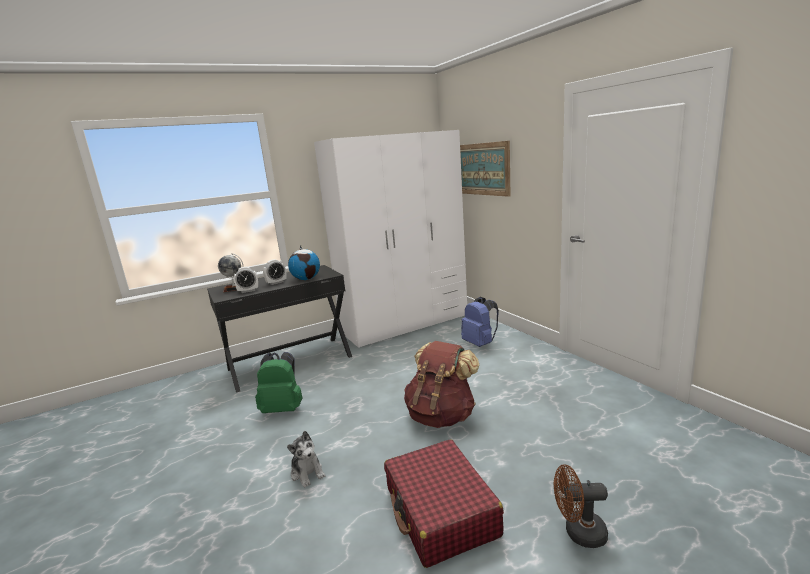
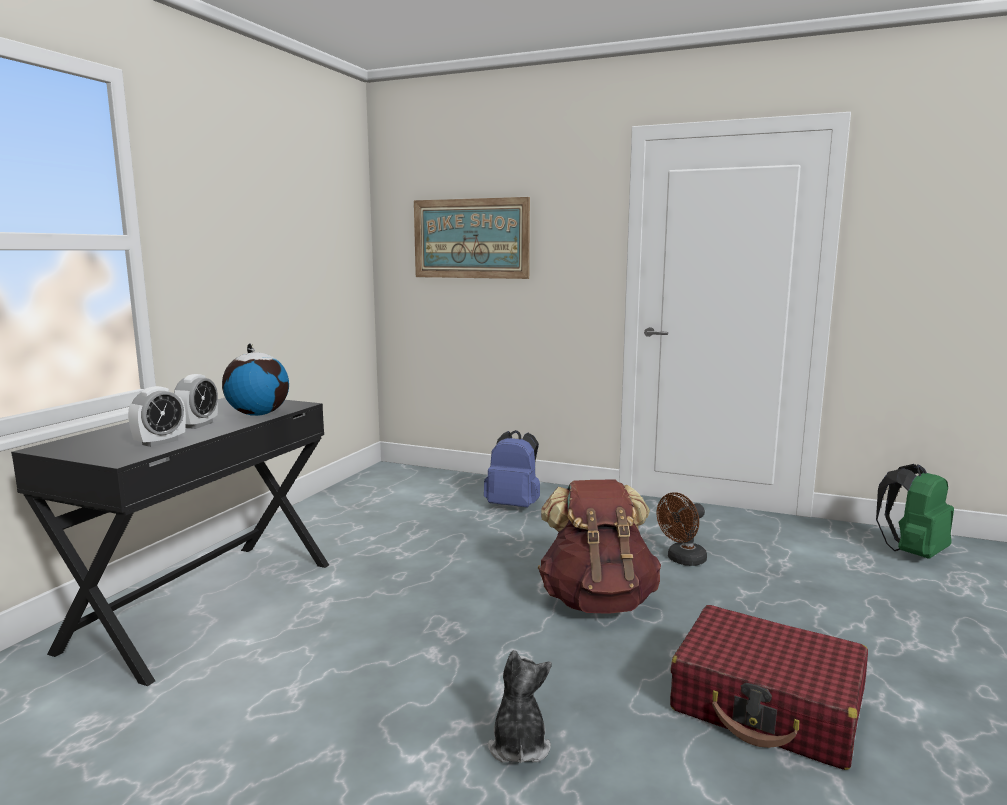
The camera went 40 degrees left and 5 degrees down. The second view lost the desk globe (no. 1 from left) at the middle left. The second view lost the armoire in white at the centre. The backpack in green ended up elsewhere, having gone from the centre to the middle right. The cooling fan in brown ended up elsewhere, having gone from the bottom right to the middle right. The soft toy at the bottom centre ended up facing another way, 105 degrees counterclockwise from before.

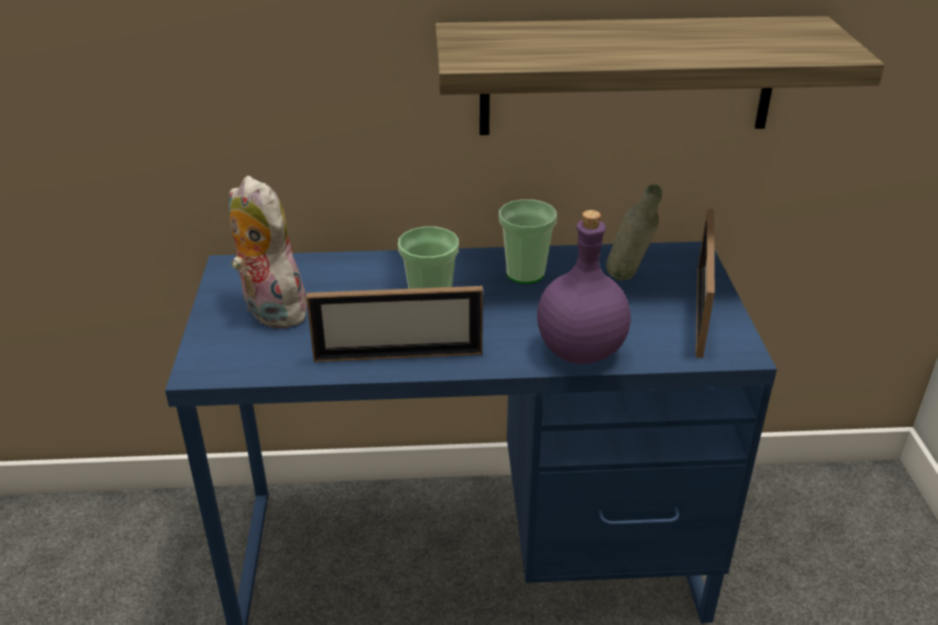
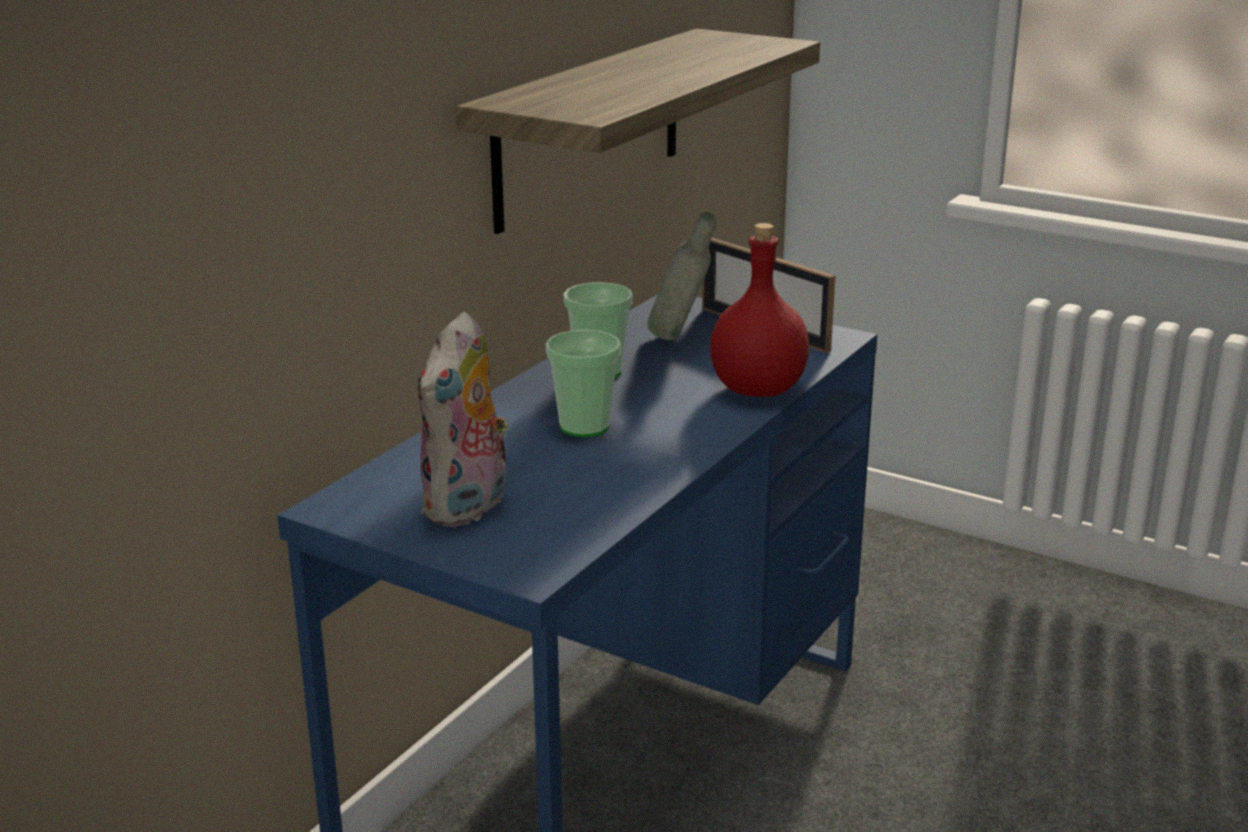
The camera went 55 degrees left and 10 degrees down. The second view lost the photo frame (no. 1 from left) at the centre. What was the beverage bottle in purplish at the centre turned into the beverage bottle in red-coloured at the centre. The soft toy at the middle left ended up facing another way, 60 degrees counterclockwise from before.

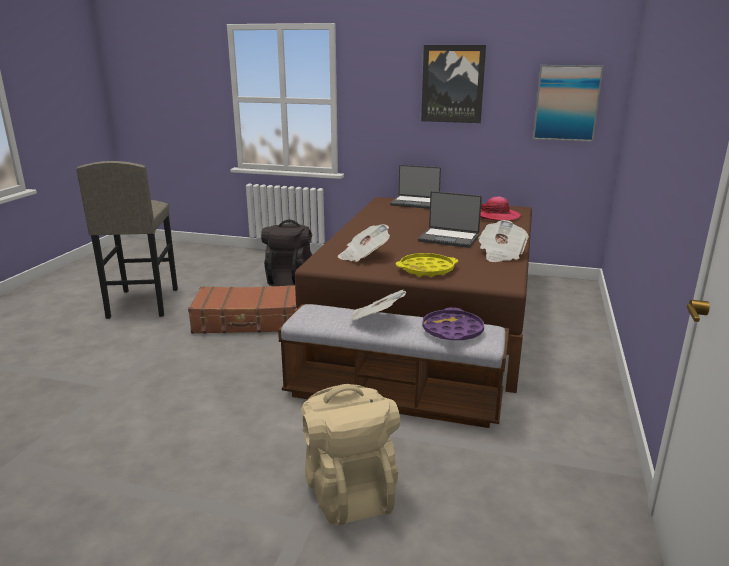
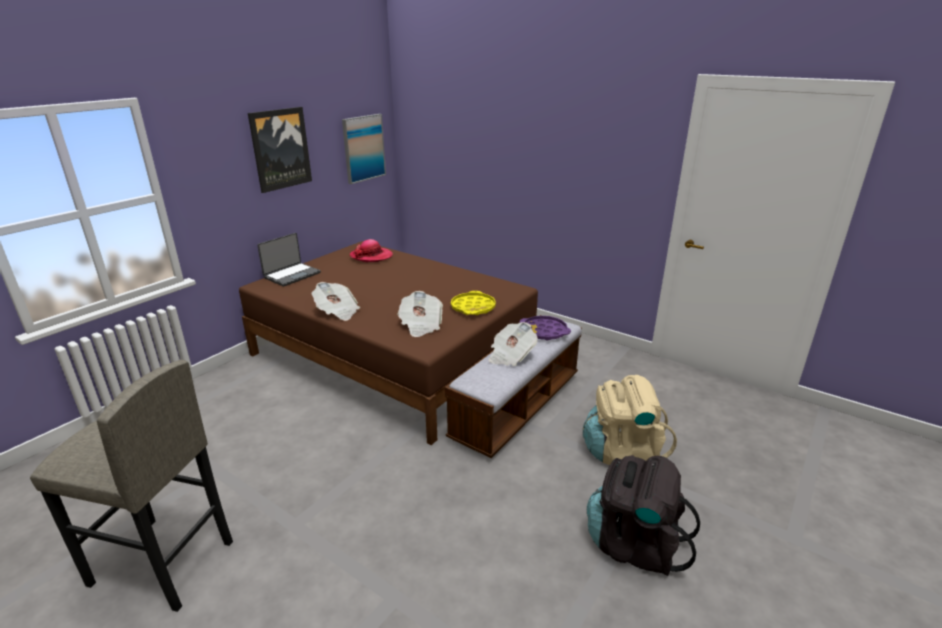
The camera went 70 degrees left and 5 degrees up. The second view lost the travel case in brown at the middle left. The second view lost the notebook computer (no. 2 from left) at the centre. The backpack in black ended up elsewhere, having gone from the centre to the bottom right. The printed paper (no. 3 from left in the first image) ended up elsewhere, having gone from the middle right to the centre.

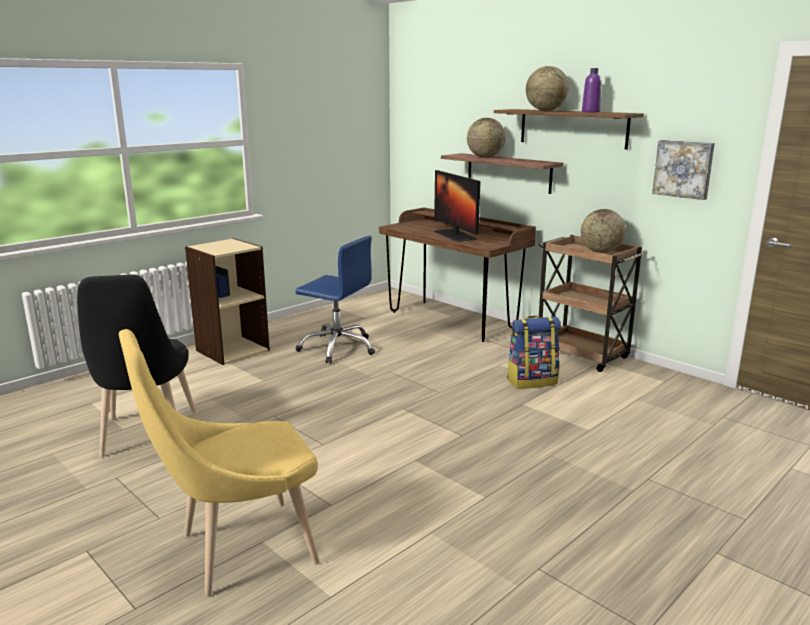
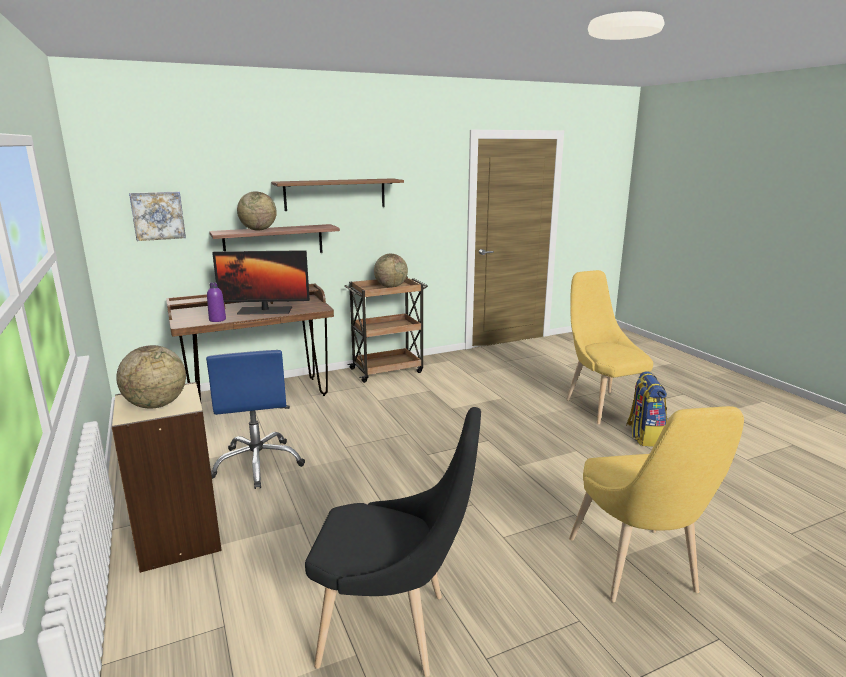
The camera went 70 degrees left and 0 degrees up. The second view gained the upright chair in yellowish (no. 1 from left) at the middle right. The backpack ended up elsewhere, having gone from the centre to the middle right. The desk globe (no. 2 from left in the first image) ended up elsewhere, having gone from the top right to the middle left. The beverage bottle in purplish ended up elsewhere, having gone from the top right to the middle left. The wall picture ended up elsewhere, having gone from the top right to the top left. The computer chair in blue at the centre ended up facing another way, 120 degrees clockwise from before.

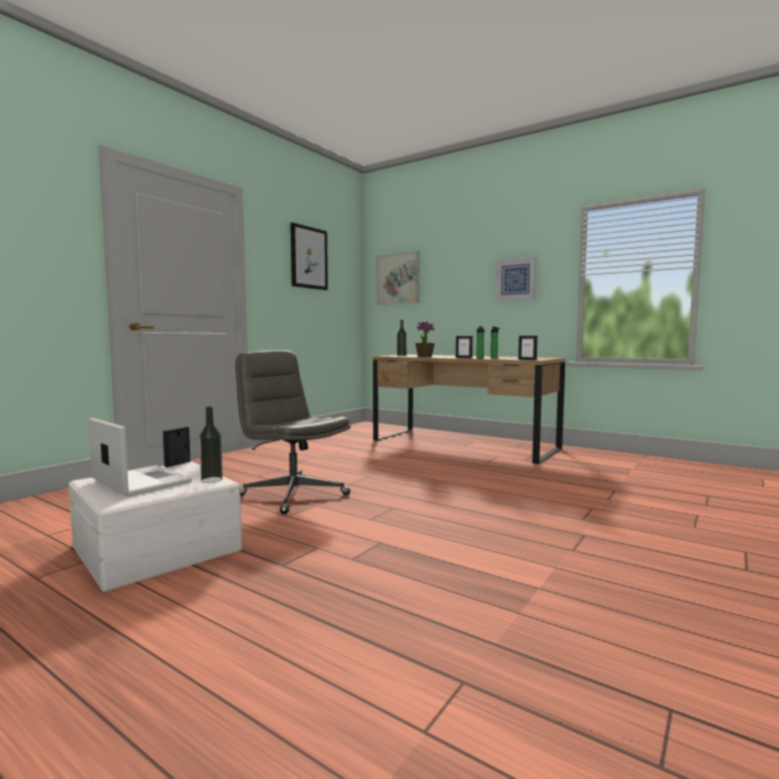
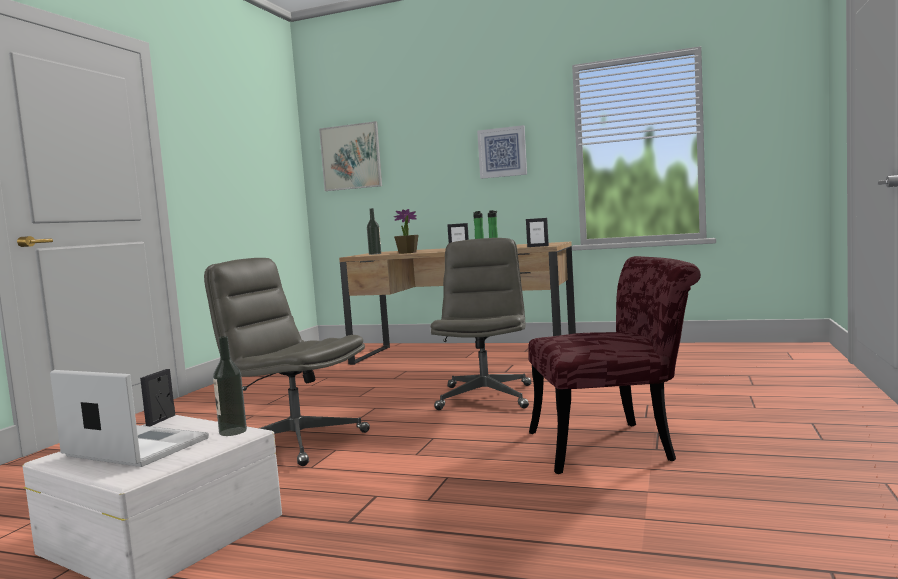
The camera went 15 degrees left and 0 degrees up. The second view lost the wall picture (no. 1 from left) at the top centre. The second view gained the computer chair in grey (no. 2 from left) at the centre. The second view gained the upright chair in red-coloured at the middle right.

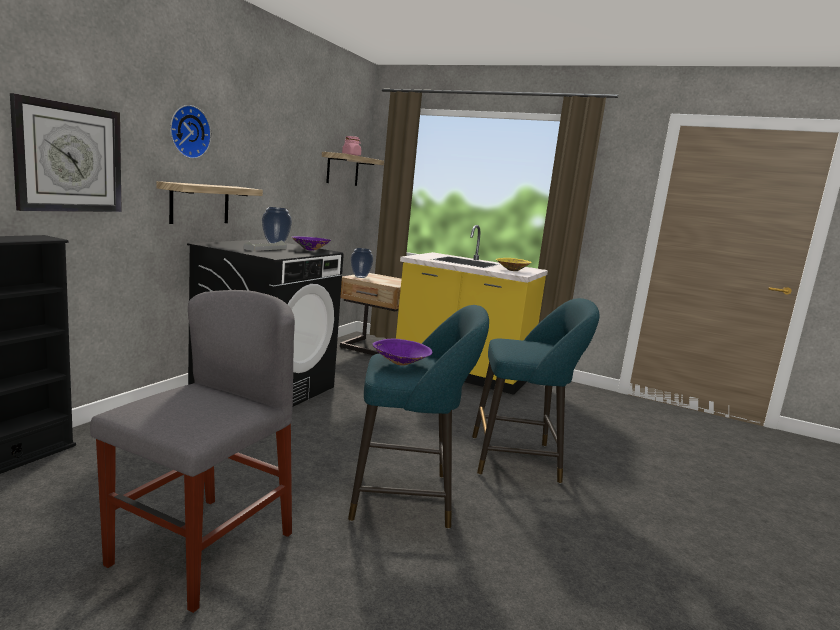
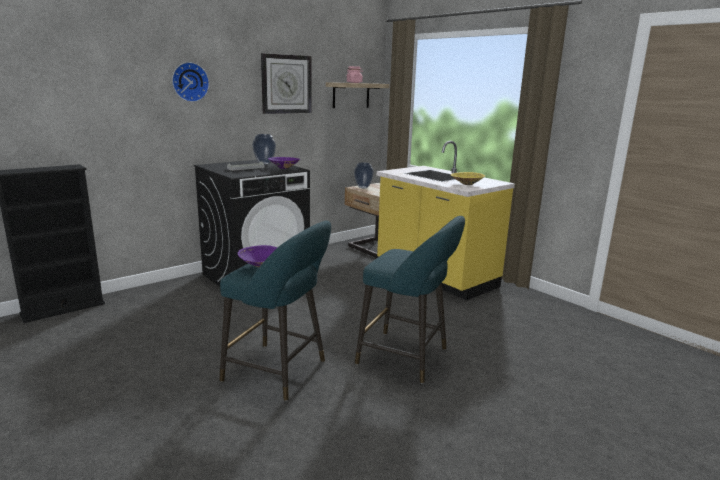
The camera went 25 degrees right and 5 degrees up. The second view lost the upright chair in grey at the bottom left. The second view lost the bracket shelf (no. 1 from left) at the top left. The hanging clock (no. 1 from left in the first image) ended up elsewhere, having gone from the top left to the top centre.

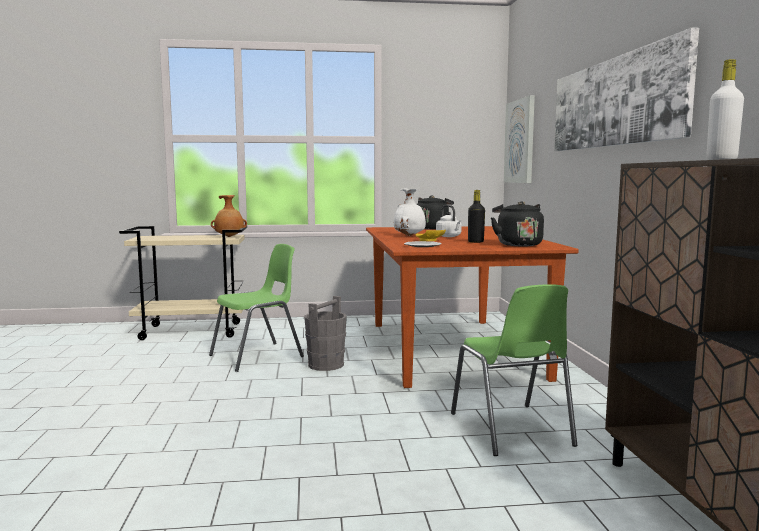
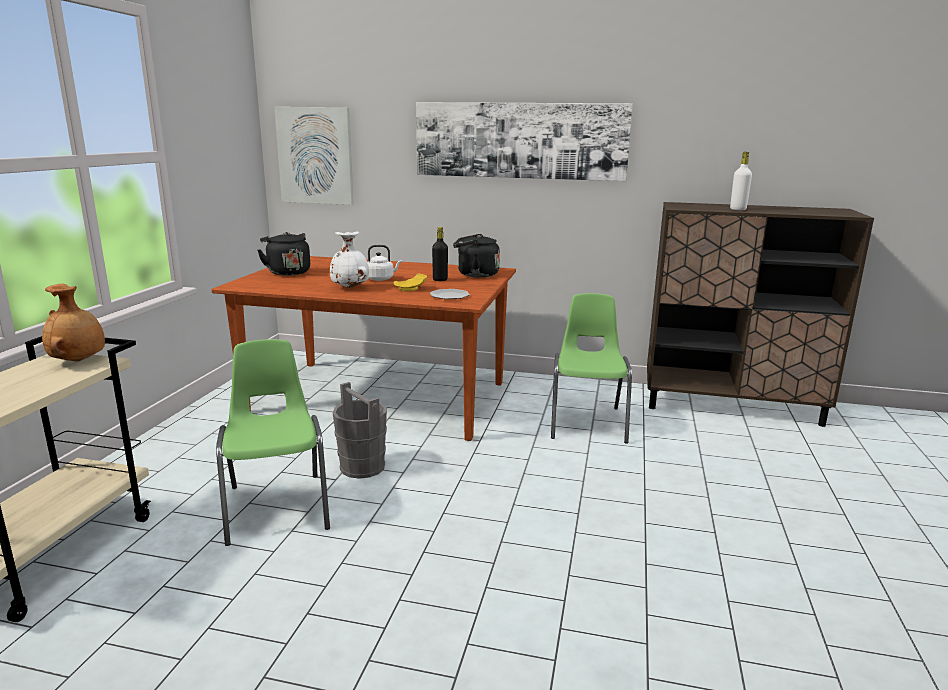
The camera went 70 degrees left and 10 degrees up. The upright chair in green (no. 2 from left) at the bottom right ended up facing another way, 90 degrees counterclockwise from before.

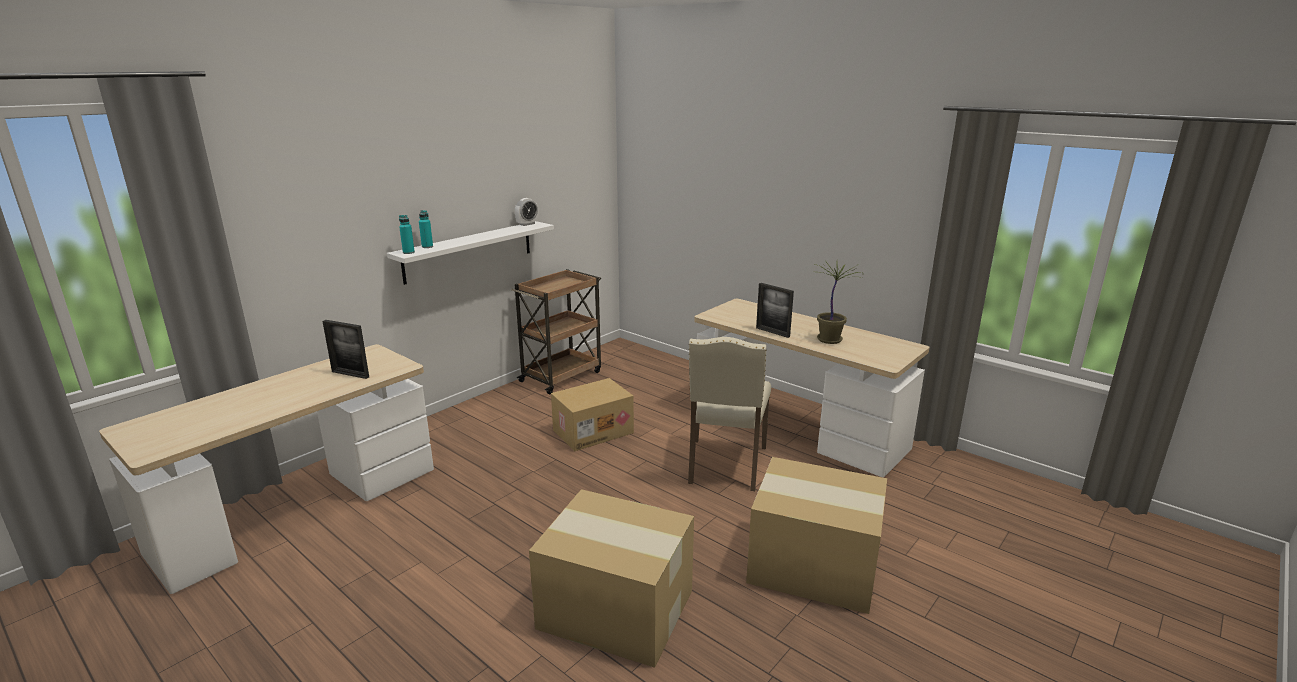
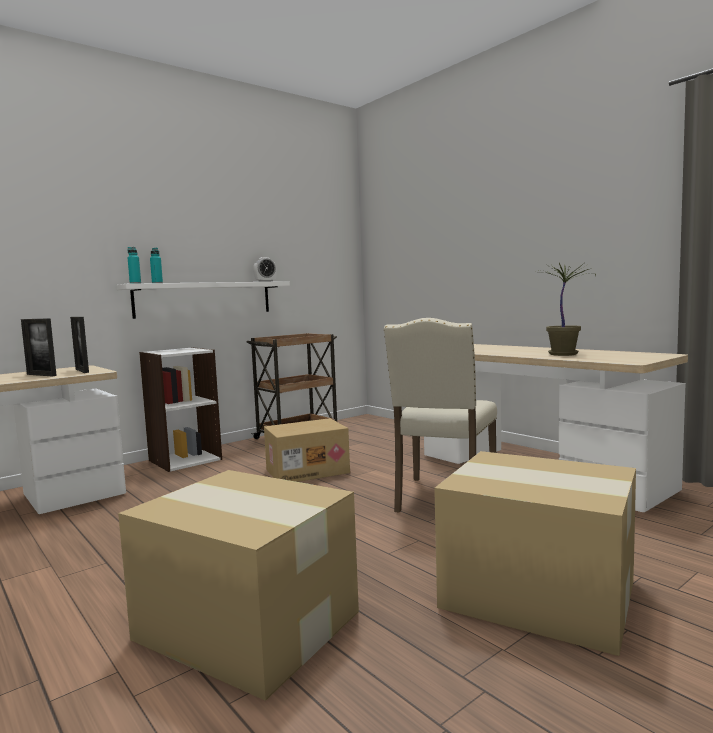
The camera went 10 degrees right and 15 degrees down. The second view gained the bookcase in white at the middle left. The photo frame (no. 2 from left) ended up elsewhere, having gone from the centre to the middle left.

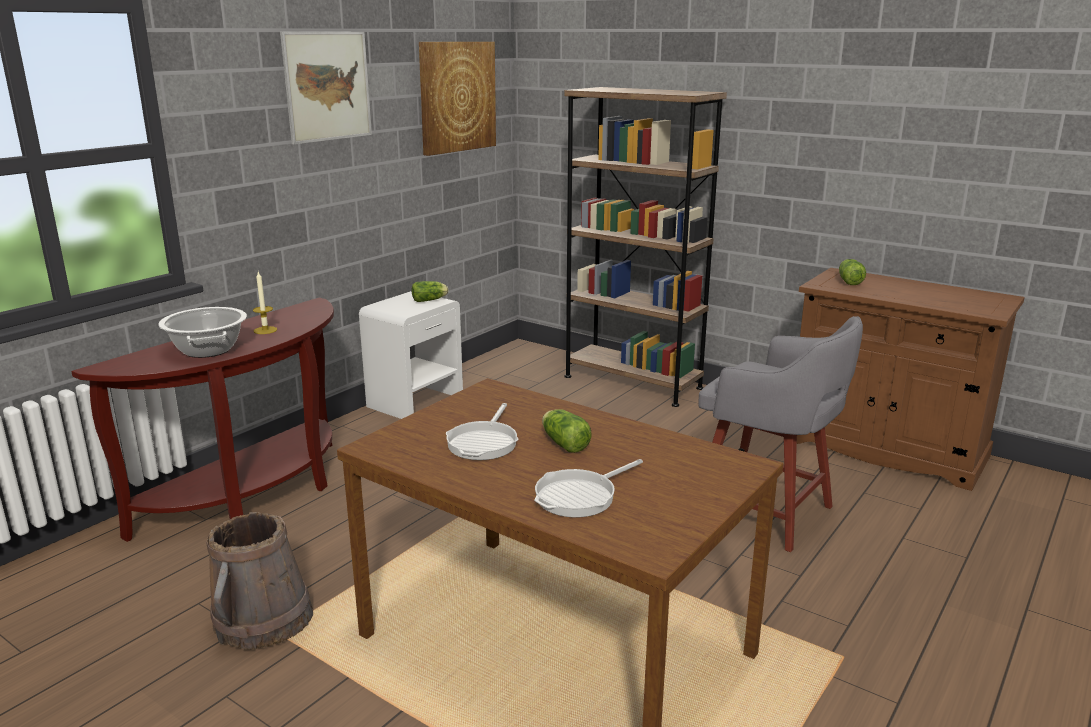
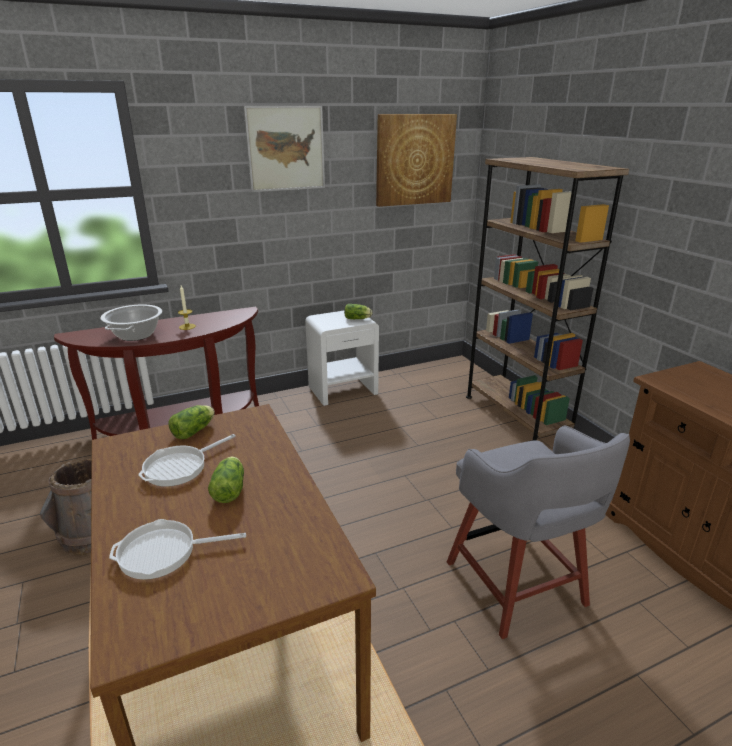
The camera went 30 degrees right and 5 degrees up. The lettuce head (no. 3 from left in the first image) ended up elsewhere, having gone from the middle right to the middle left.

